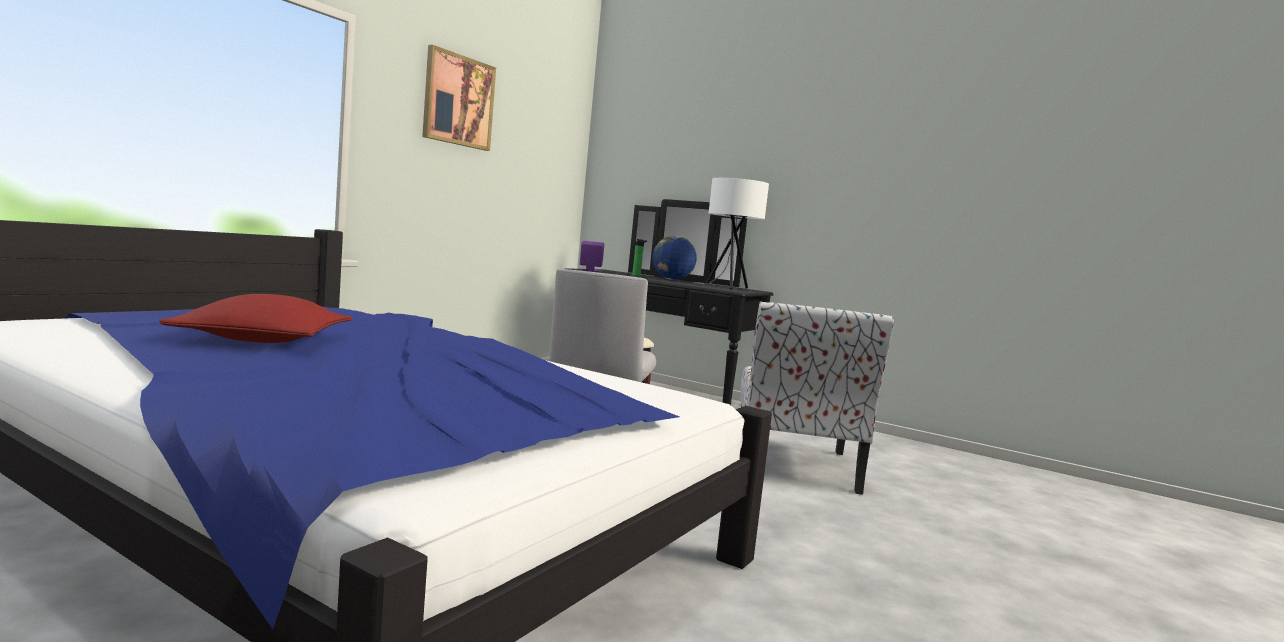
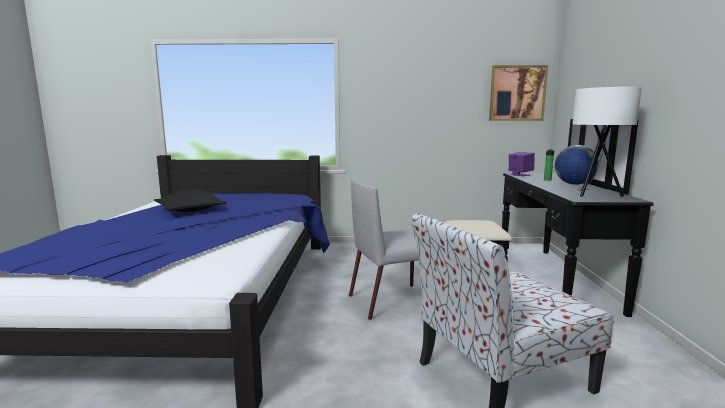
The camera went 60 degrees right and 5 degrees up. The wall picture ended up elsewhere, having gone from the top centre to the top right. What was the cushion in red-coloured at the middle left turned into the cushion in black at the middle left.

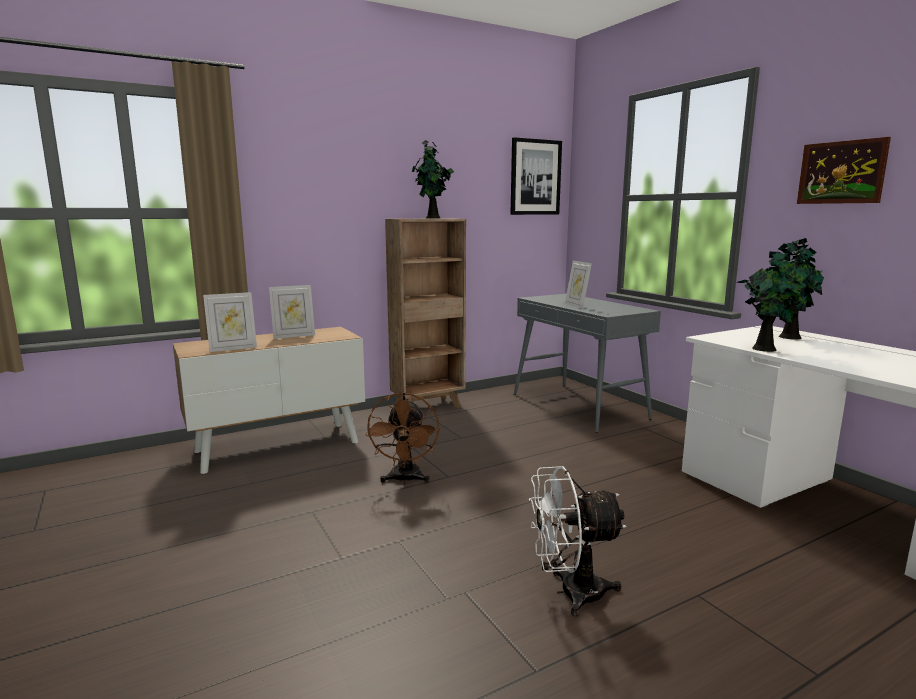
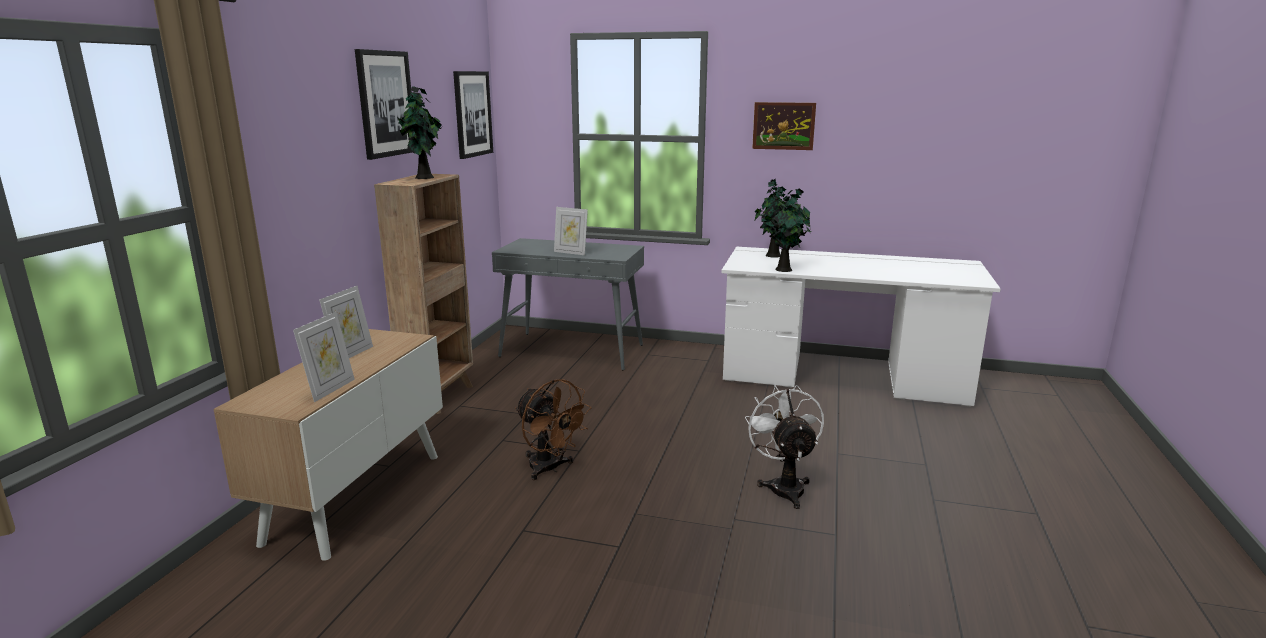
The camera went 45 degrees left and 5 degrees up. The second view gained the wall picture (no. 1 from left) at the top left. The cooling fan in white at the bottom centre ended up facing another way, 135 degrees clockwise from before.

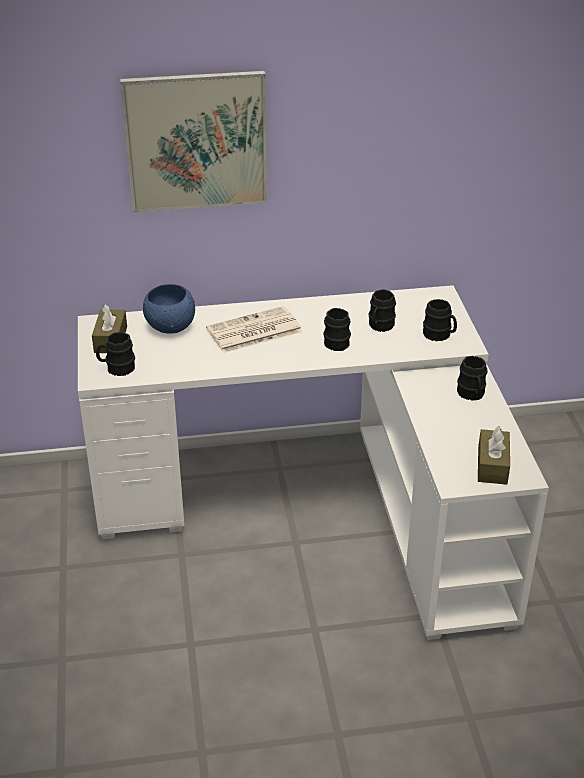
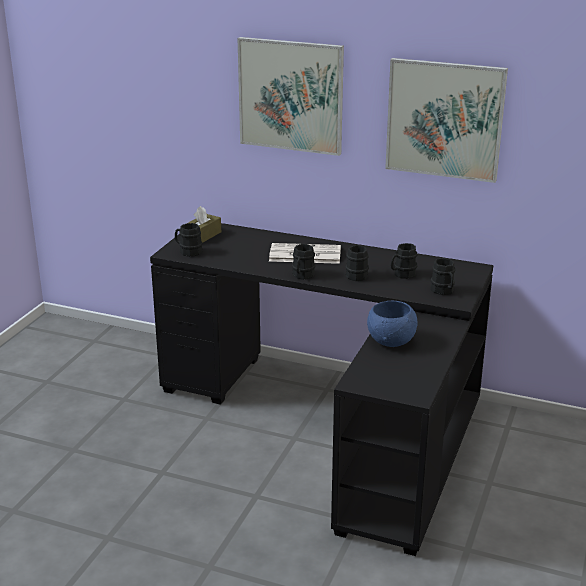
The camera went 30 degrees right and 10 degrees down. The second view lost the box of tissues in brown (no. 2 from left) at the middle right. The second view gained the wall picture (no. 2 from left) at the top right. The deep dish in blue ended up elsewhere, having gone from the middle left to the middle right. The mug in black (no. 5 from left in the first image) ended up elsewhere, having gone from the middle right to the centre. What was the desk table in white at the centre turned into the desk table in black at the centre.

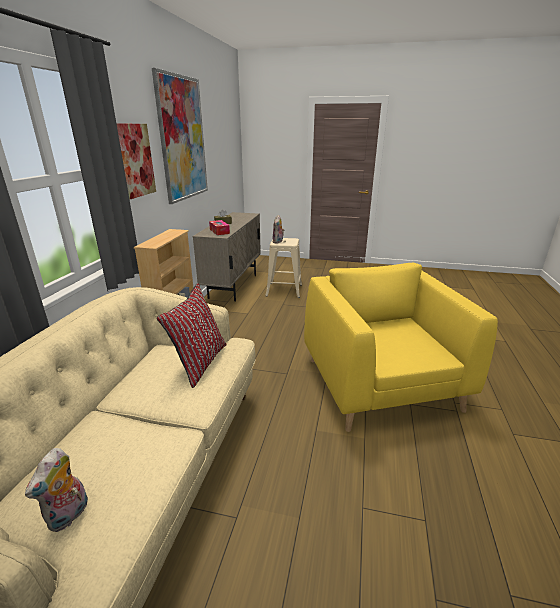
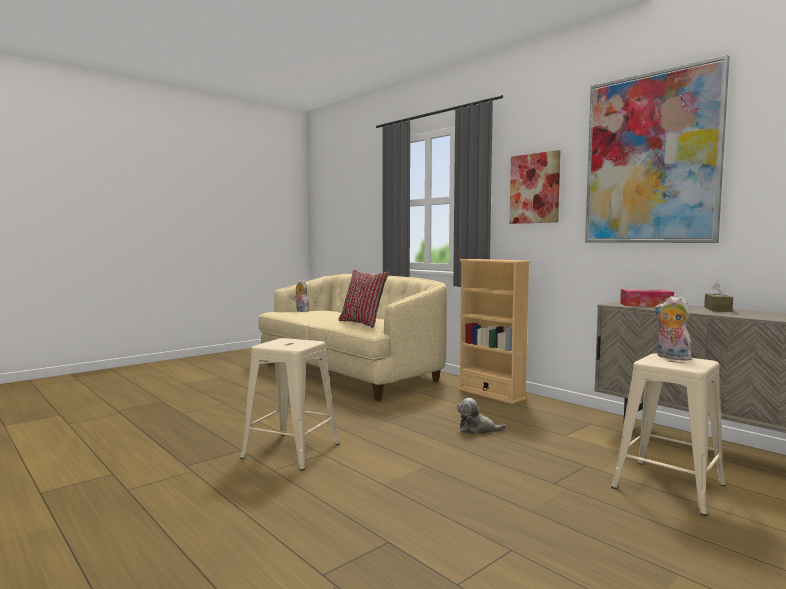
The camera went 125 degrees right and 20 degrees down. The second view gained the soft toy (no. 2 from left) at the bottom centre. Where the easy chair in yellowish stood at the middle right, the stool in beige (no. 1 from left) came to stand at the bottom centre.

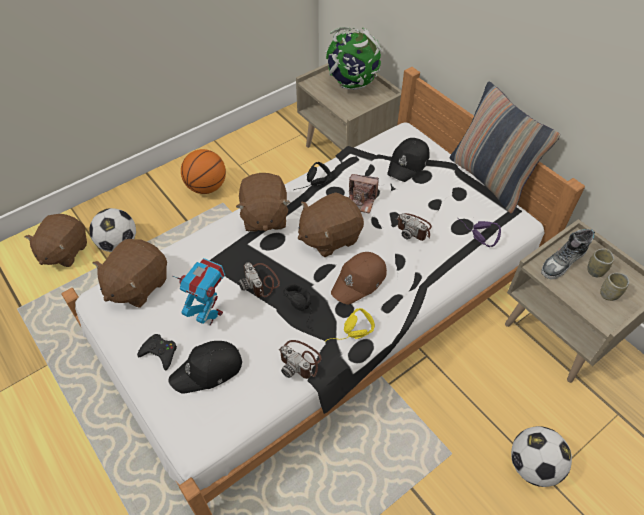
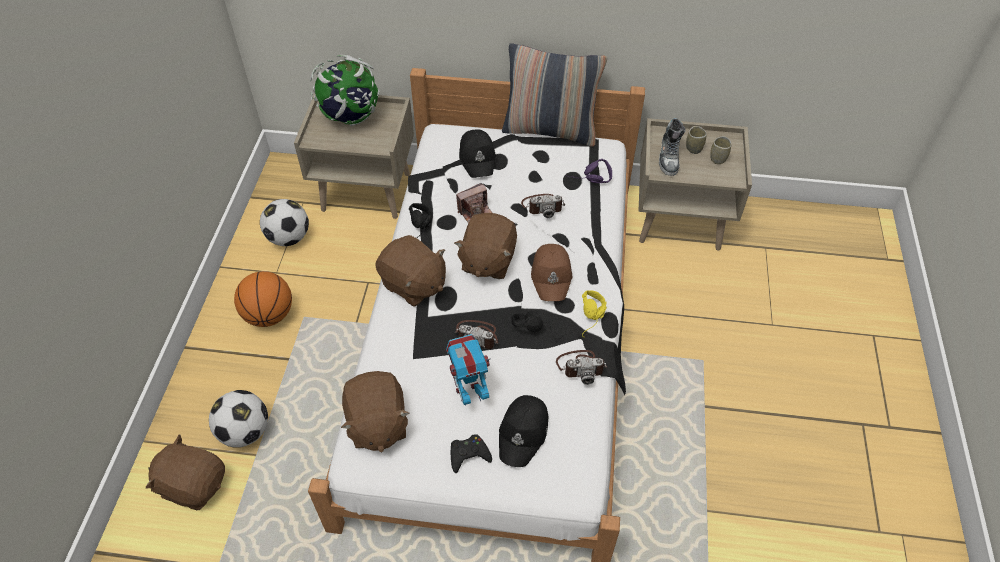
The camera went 45 degrees left and 0 degrees up. The football ball (no. 2 from left) ended up elsewhere, having gone from the bottom right to the middle left. The soft toy in brown (no. 1 from left) at the middle left ended up facing another way, 135 degrees clockwise from before.

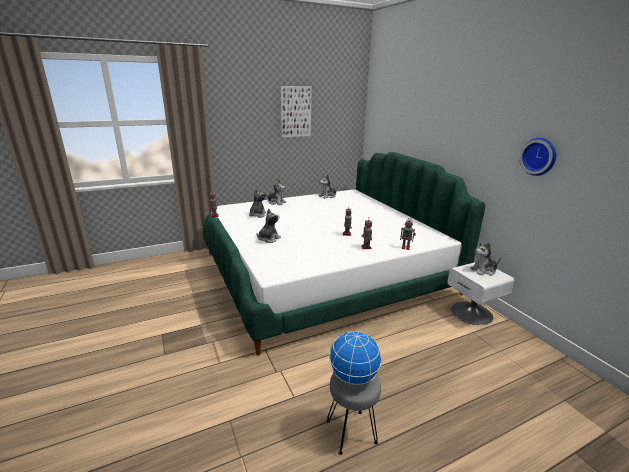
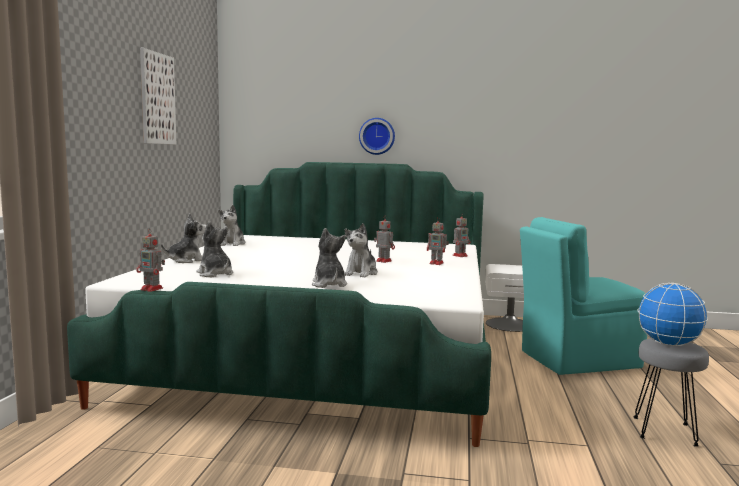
The camera went 55 degrees left and 15 degrees down. The second view gained the upright chair in turquoise-coloured at the middle right. The soft toy (no. 5 from left) ended up elsewhere, having gone from the middle right to the centre. The hanging clock ended up elsewhere, having gone from the top right to the top centre.

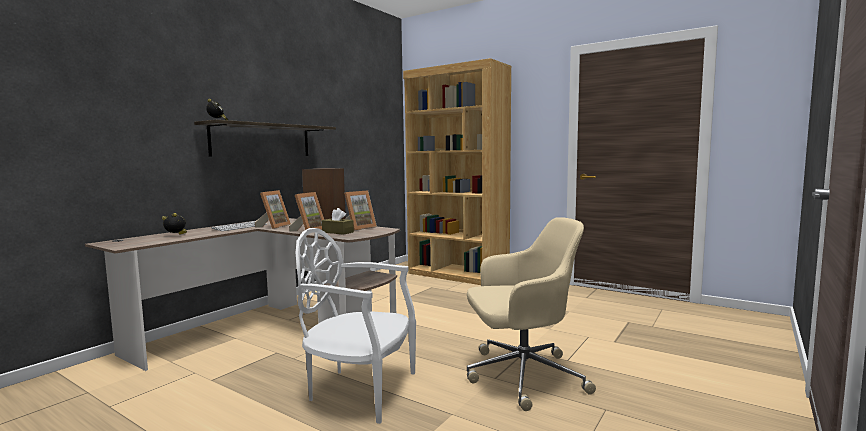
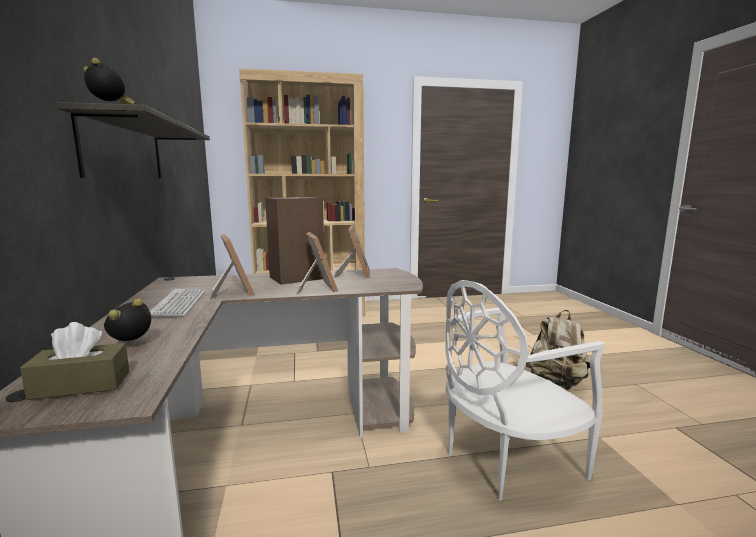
The camera went 45 degrees left and 5 degrees up. The box of tissues in brown ended up elsewhere, having gone from the centre to the bottom left. Where the computer chair in beige stood at the bottom centre, the backpack in beige came to stand at the middle right.

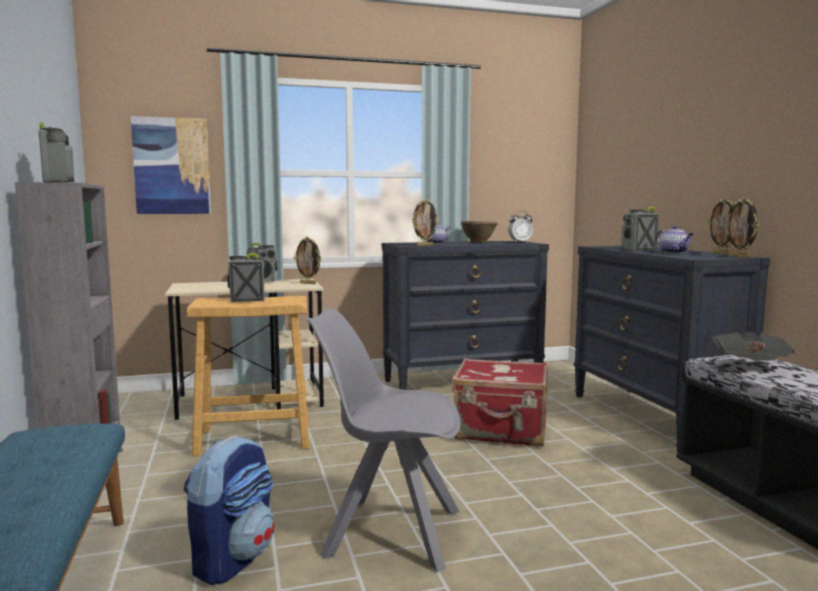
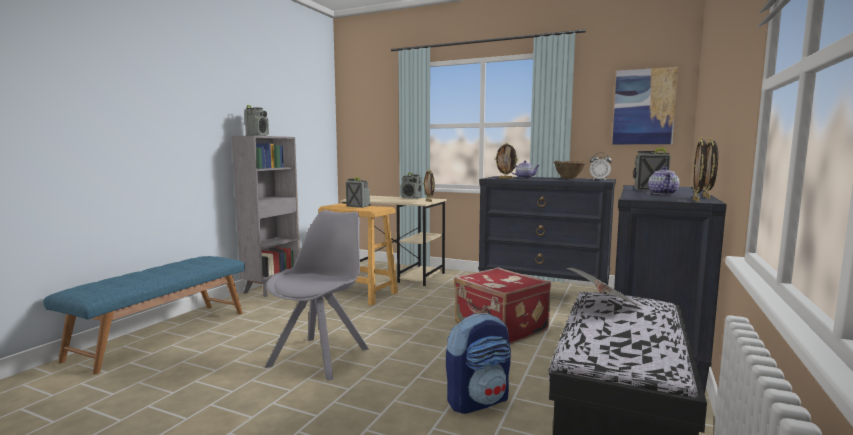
The camera went 40 degrees right and 0 degrees up. The wall picture ended up elsewhere, having gone from the top left to the top right. The backpack ended up elsewhere, having gone from the bottom left to the bottom centre. The upright chair in grey at the bottom centre ended up facing another way, 60 degrees clockwise from before.

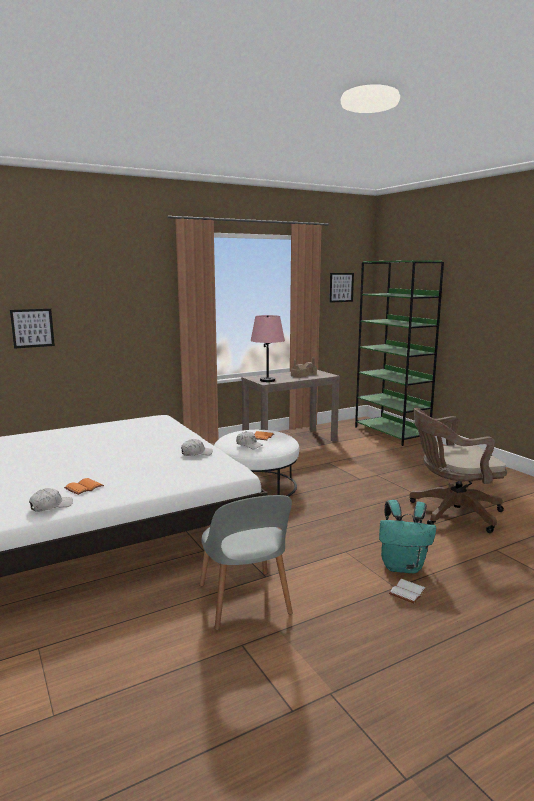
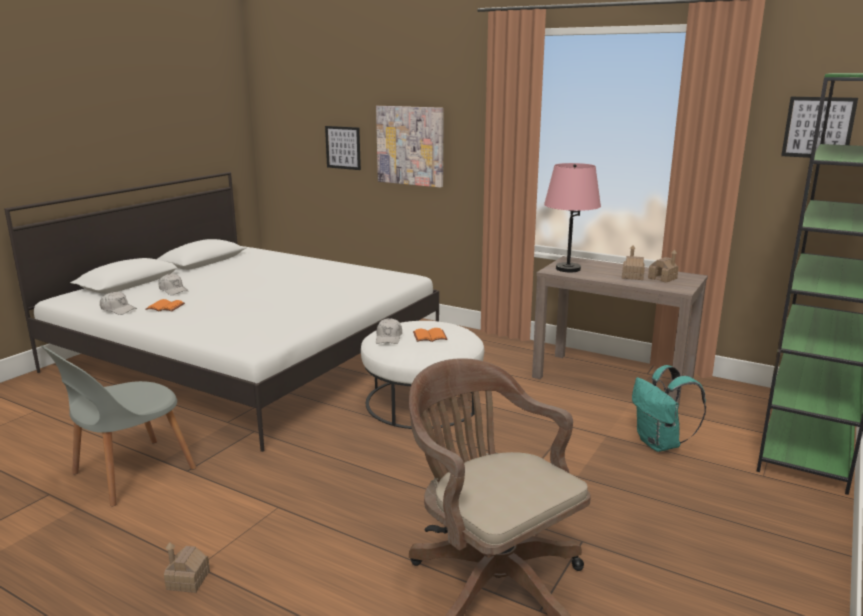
The camera went 60 degrees right and 5 degrees up. The second view gained the wall picture (no. 2 from left) at the top centre. The baseball cap in white (no. 2 from left) ended up elsewhere, having gone from the centre to the middle left. The backpack in turquoise-coloured ended up elsewhere, having gone from the bottom right to the middle right. Where the book in white stood at the bottom right, the model house (no. 1 from left) came to stand at the bottom left.

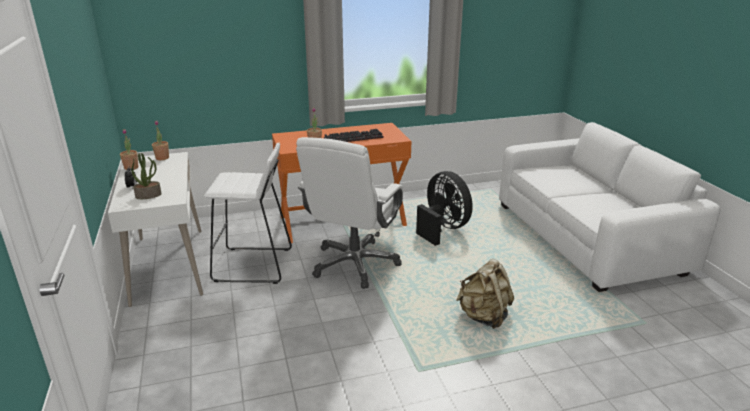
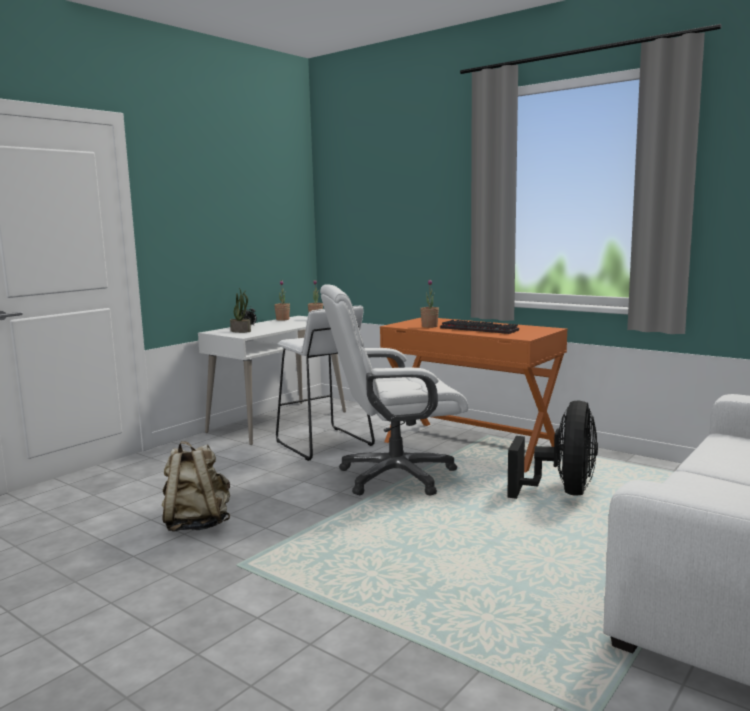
The camera went 55 degrees right and 15 degrees down. The backpack in beige ended up elsewhere, having gone from the bottom centre to the bottom left.

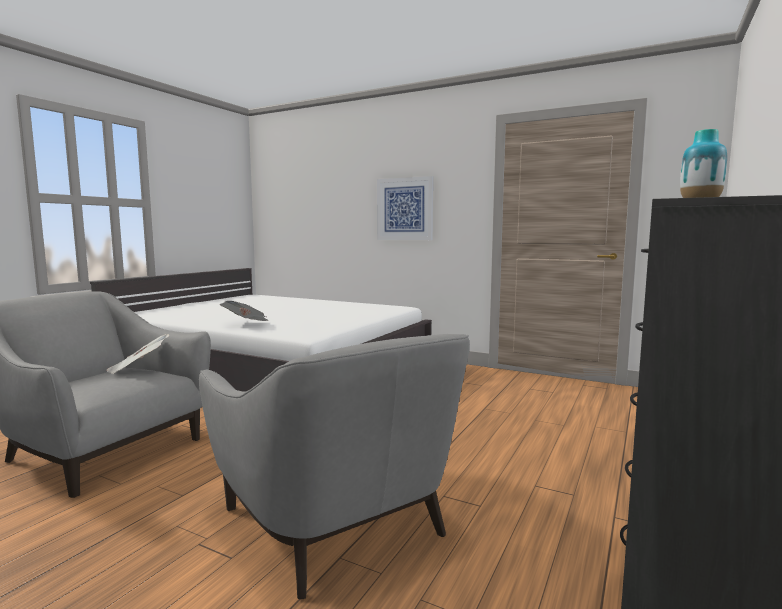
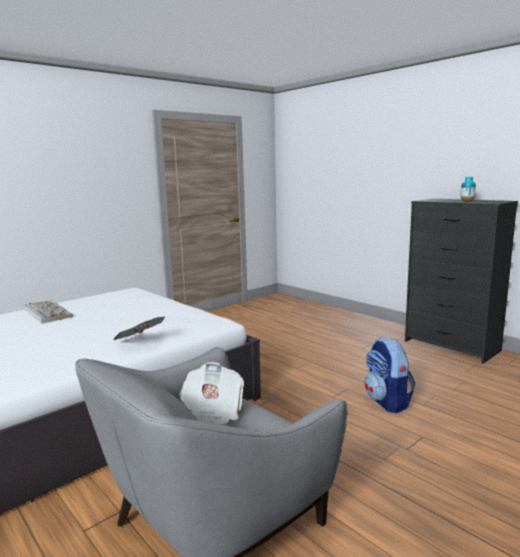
The camera went 70 degrees left and 5 degrees up. The second view lost the wall picture at the centre. The second view gained the PC keyboard at the middle left. Where the easy chair in grey (no. 2 from left) stood at the bottom centre, the backpack came to stand at the bottom right.

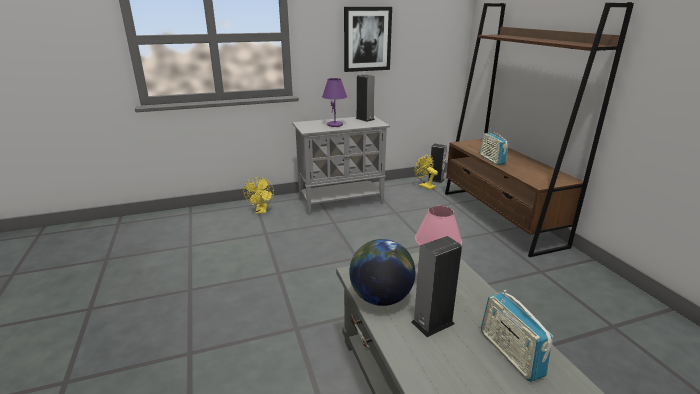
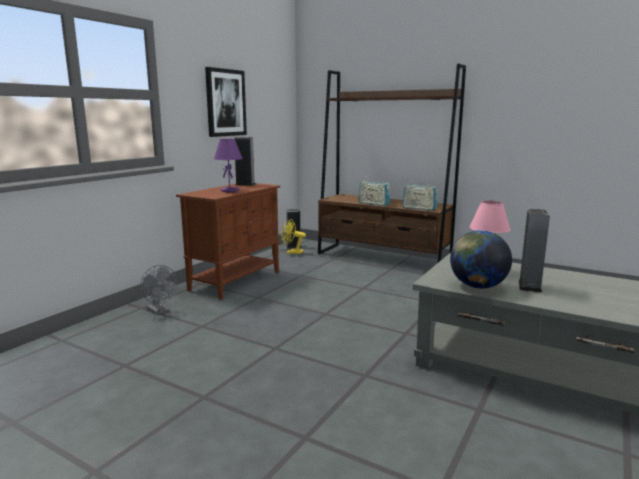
The camera went 40 degrees left and 10 degrees down. The radio receiver (no. 2 from left) ended up elsewhere, having gone from the bottom right to the centre. What was the cooling fan in yellowish (no. 1 from left) at the centre turned into the cooling fan in grey at the middle left. What was the storage cabinet in grey at the centre turned into the storage cabinet in brown at the centre.

